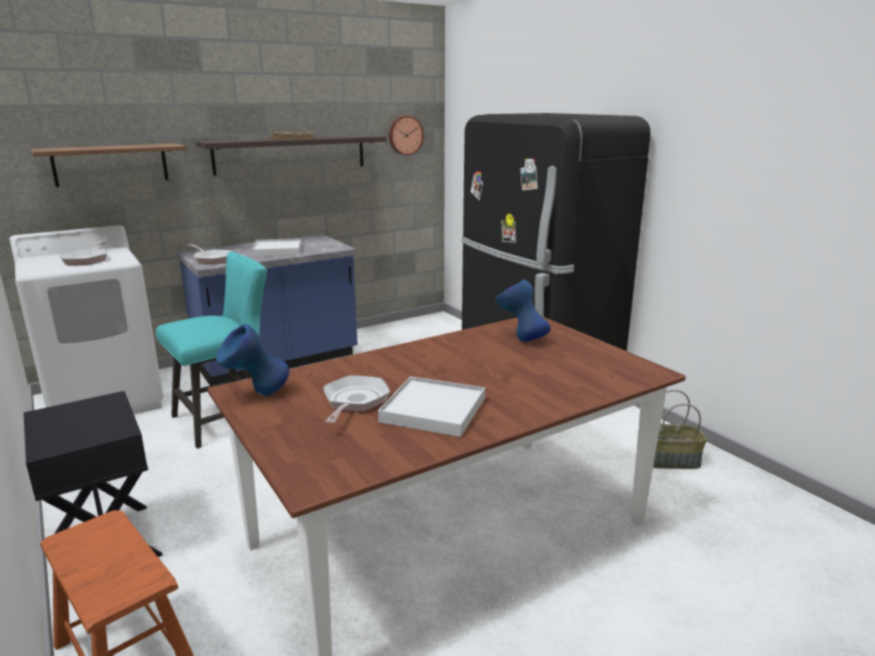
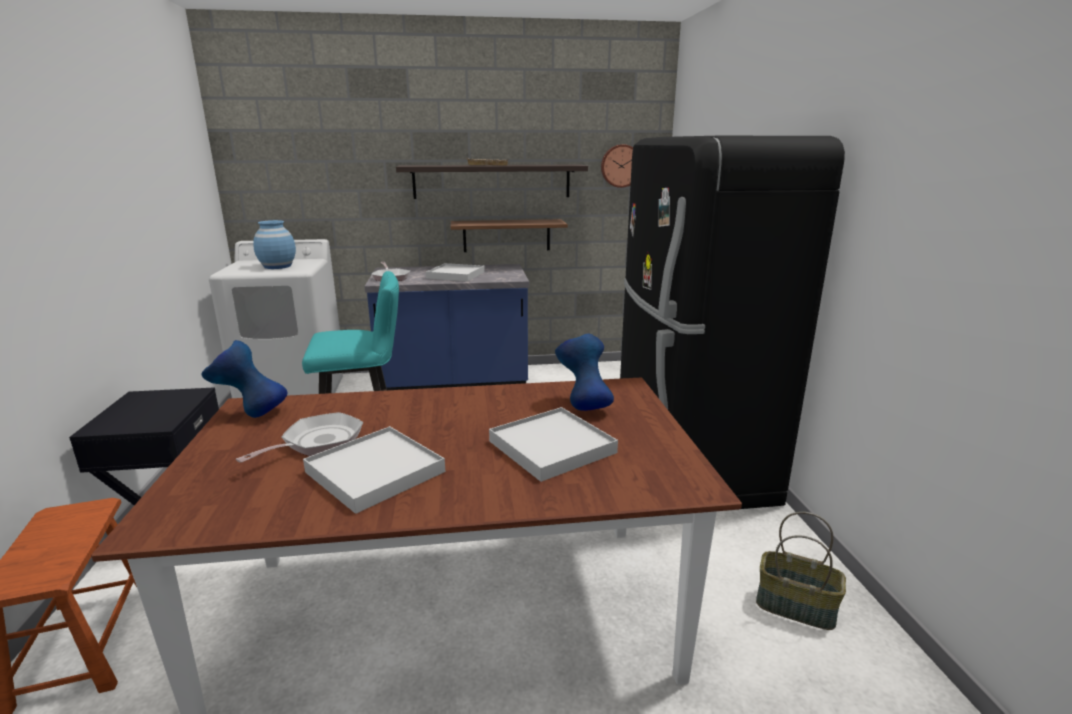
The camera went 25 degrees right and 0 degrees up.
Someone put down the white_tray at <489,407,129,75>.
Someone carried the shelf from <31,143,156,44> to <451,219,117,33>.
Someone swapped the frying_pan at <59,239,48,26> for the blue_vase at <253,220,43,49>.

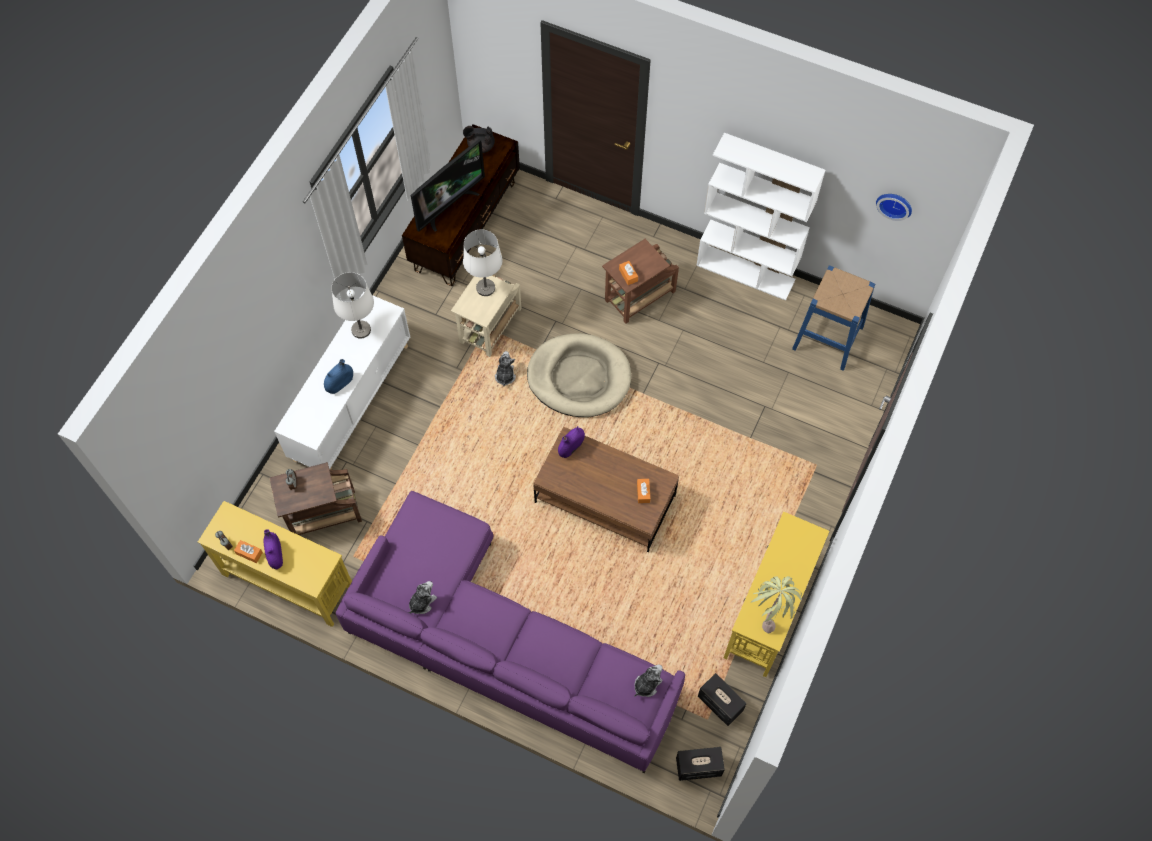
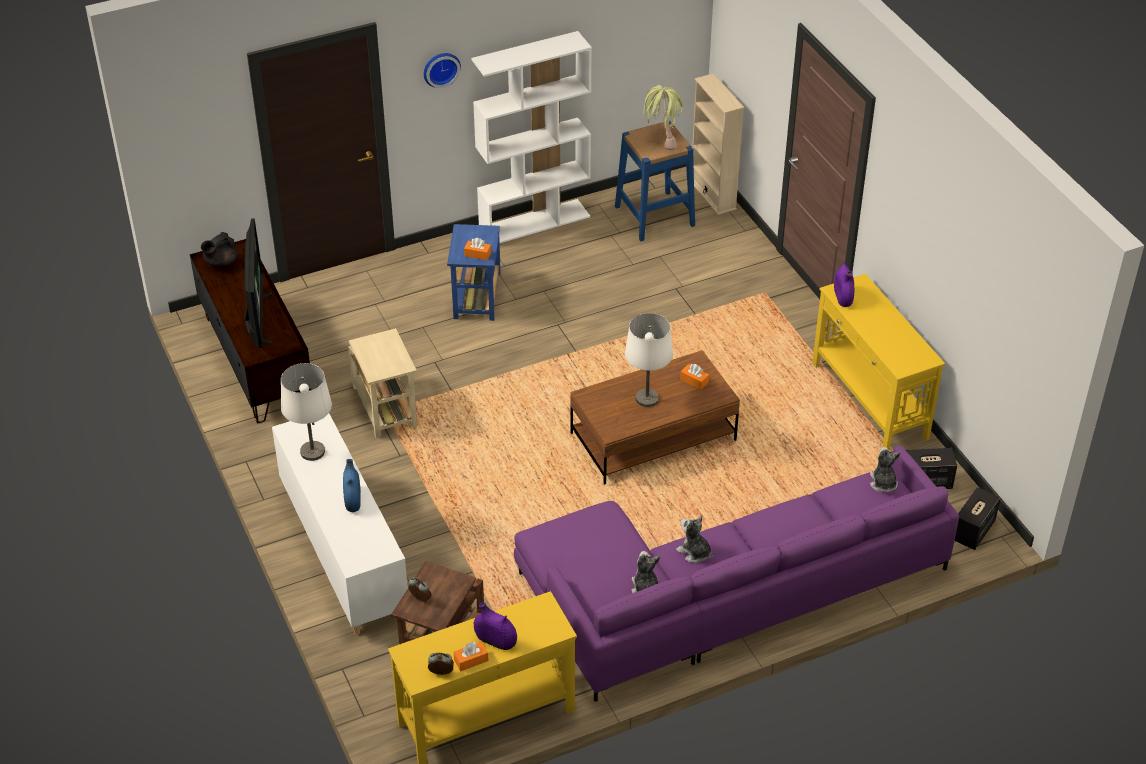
The camera went 50 degrees left and 20 degrees down.
Someone took away the beige_dog_bed at <527,333,104,84>.
Someone put down the beige_bookcase at <692,73,52,142>.
Someone carried the white_table_lamp from <463,230,40,66> to <625,313,48,94>.
Someone carried the plush_toy from <495,351,21,36> to <676,516,39,47>.
Someone carried the purple_vase from <558,426,27,32> to <834,261,21,46>.
Someone carried the potted_plant from <751,576,51,57> to <643,85,42,65>.
Someone carried the wall_clock from <876,194,36,27> to <424,53,37,35>.
Someone repainted the brown_side_table at <602,239,77,85>, which became the blue_side_table at <447,224,54,97>.

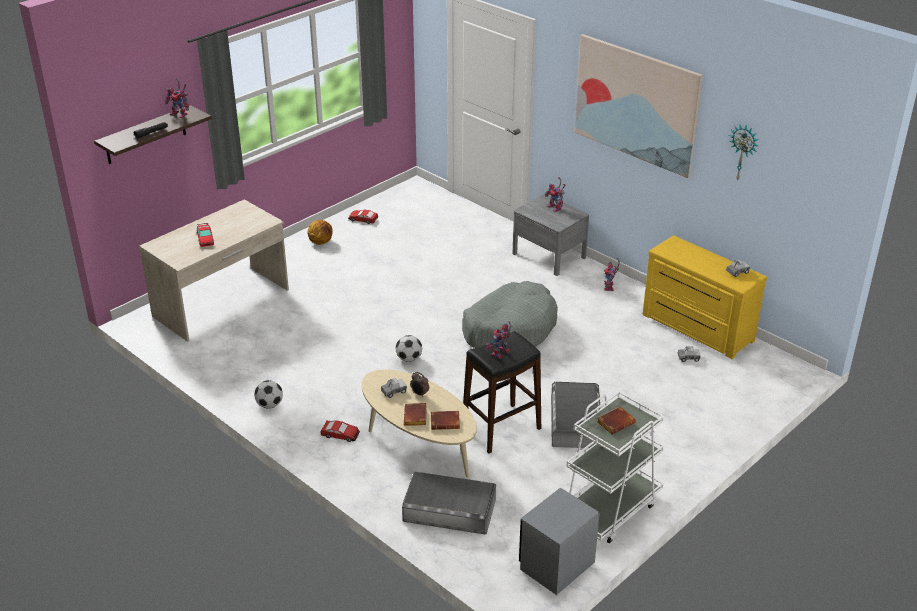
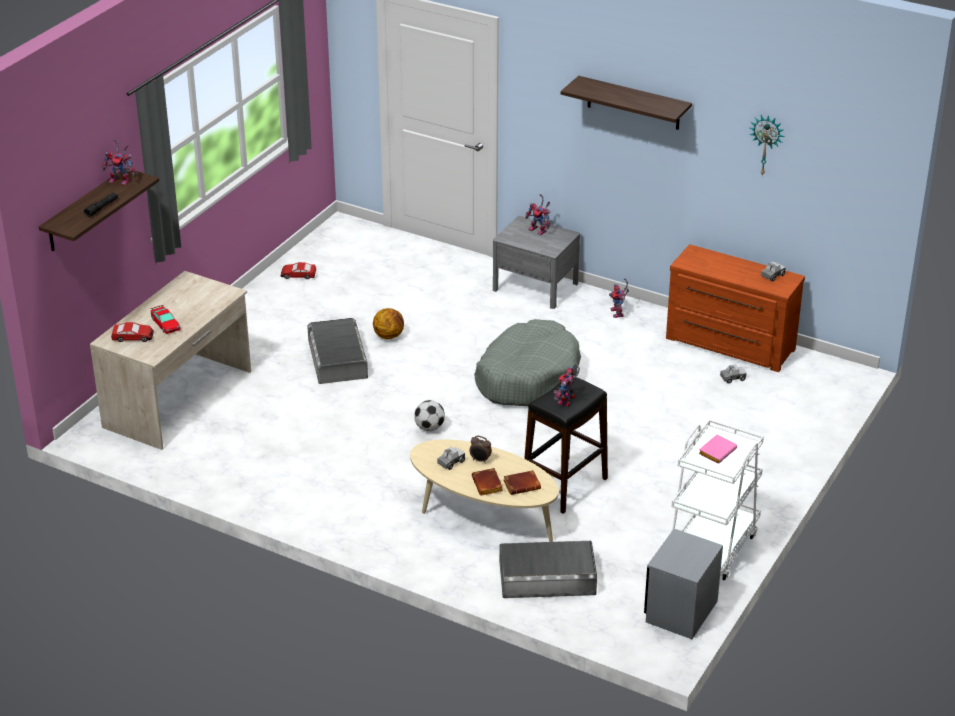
The camera went 15 degrees left and 0 degrees up.
Someone took away the football at <254,380,29,29>.
Someone carried the basketball from <308,220,25,25> to <373,308,31,32>.
Someone carried the toy_car from <320,420,40,22> to <111,322,43,20>.
Someone carried the grey_storage_box from <551,382,50,66> to <307,318,61,66>.
Someone swapped the picture at <574,34,129,144> for the shelf at <561,76,131,54>.
Someone repainted the brown_book at <597,407,39,28>, which became the pink_book at <698,434,39,30>.
Someone repainted the yellow_dresser at <643,235,124,124>, which became the brown_dresser at <666,244,139,128>.

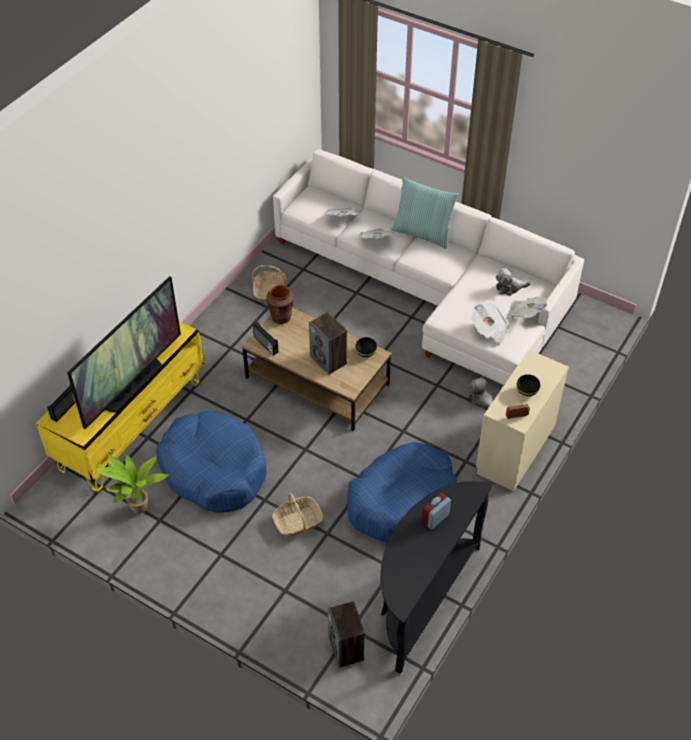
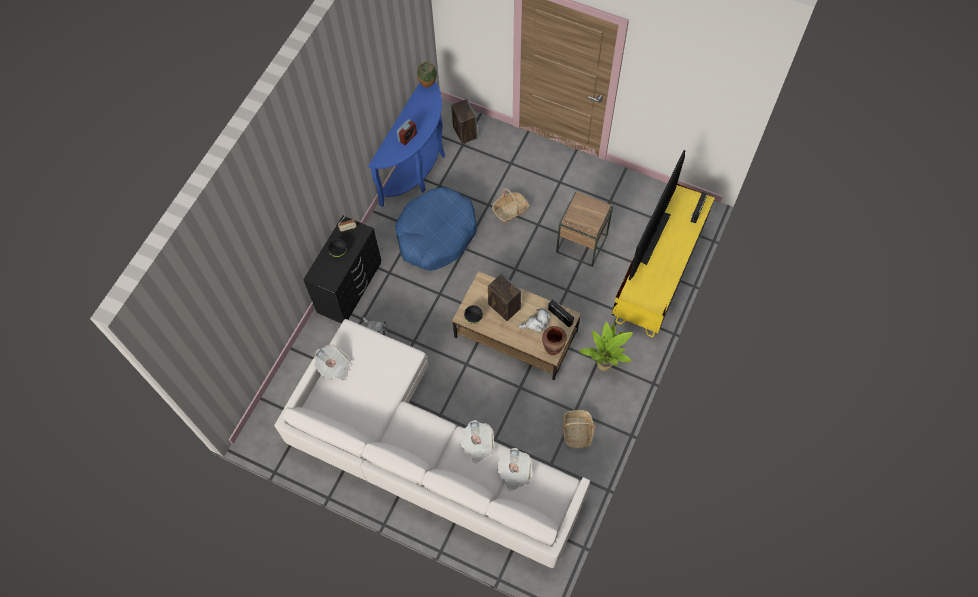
The camera went 175 degrees right and 15 degrees up.
Someone took away the pillow at <392,177,67,72>.
Someone took away the newspaper at <472,303,37,40>.
Someone put down the vase at <417,61,20,27>.
Someone carried the potted_plant from <97,454,72,60> to <579,322,54,49>.
Someone carried the plush_toy from <496,268,35,28> to <518,308,33,24>.
Someone swapped the blue_dog_bed at <156,411,110,102> for the brown_side_table at <556,192,57,75>.
Someone repainted the black_console_table at <380,481,113,193>, which became the blue_console_table at <368,82,77,125>.
Someone repainted the beige_dresser at <476,350,93,142>, which became the black_dresser at <303,216,78,108>.

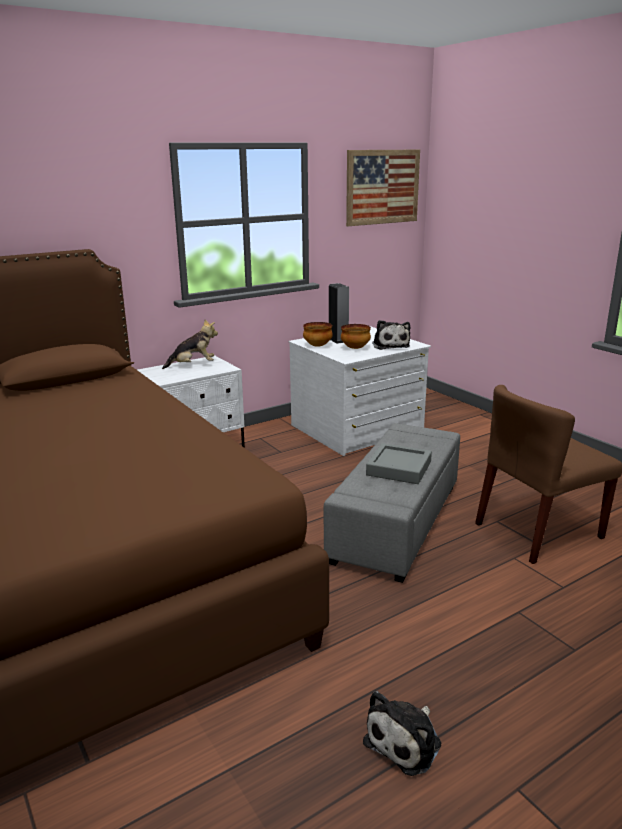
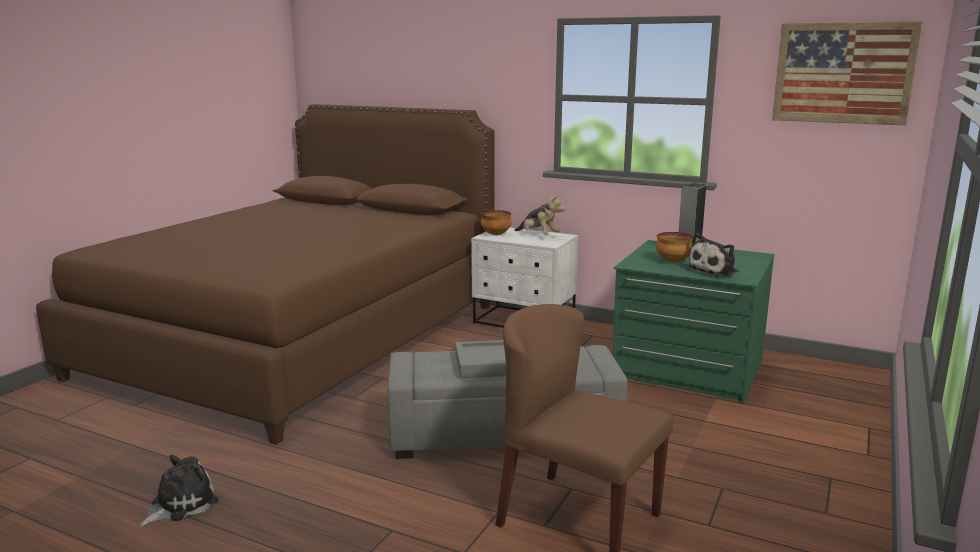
The camera went 60 degrees right and 5 degrees down.
Someone carried the bowl from <303,322,30,25> to <481,210,31,25>.
Someone repainted the white_dresser at <288,326,143,130>, which became the green_dresser at <612,240,162,163>.
Someone rotated the plush_toy at <363,691,78,85> by 120 degrees clockwise.

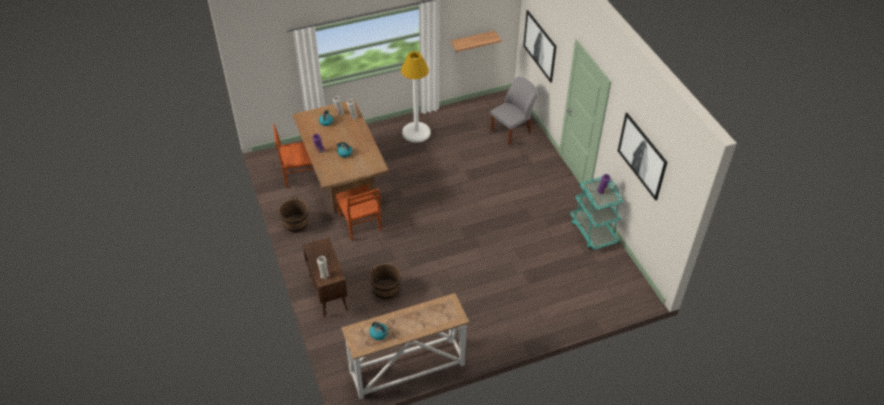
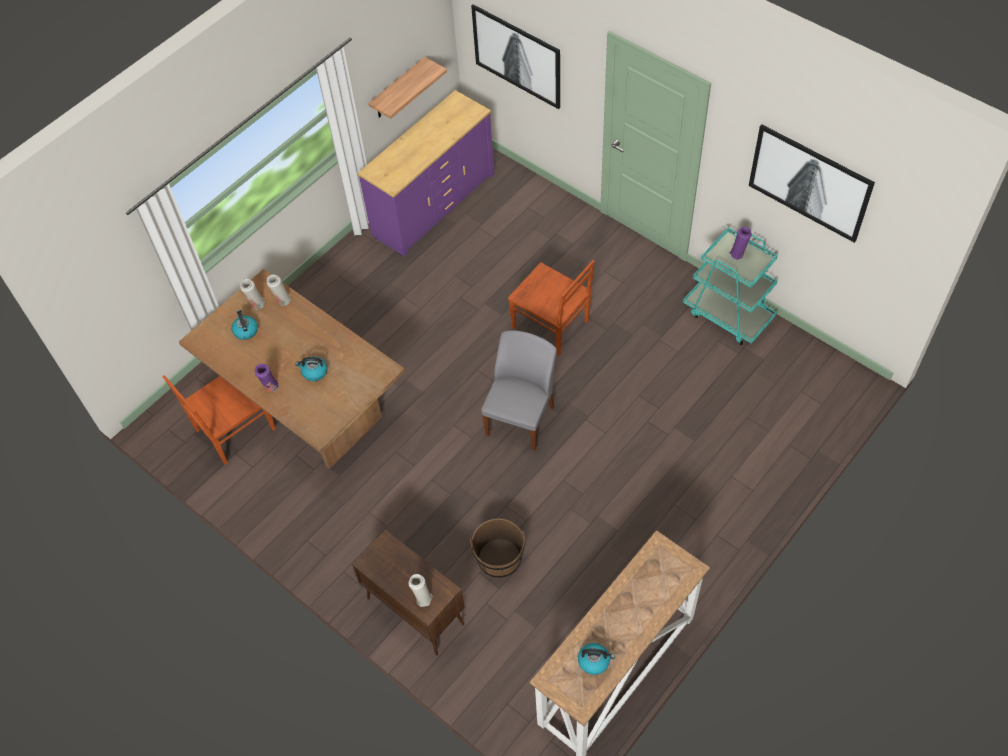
The camera went 25 degrees left and 10 degrees up.
Someone took away the brown_bucket at <279,196,29,37>.
Someone took away the white_floor_lamp at <401,51,30,92>.
Someone put down the purple_dresser at <357,90,137,167>.
Someone carried the brown_chair from <335,185,46,56> to <508,260,87,95>.
Someone carried the grey_chair from <491,77,47,68> to <481,330,76,121>.

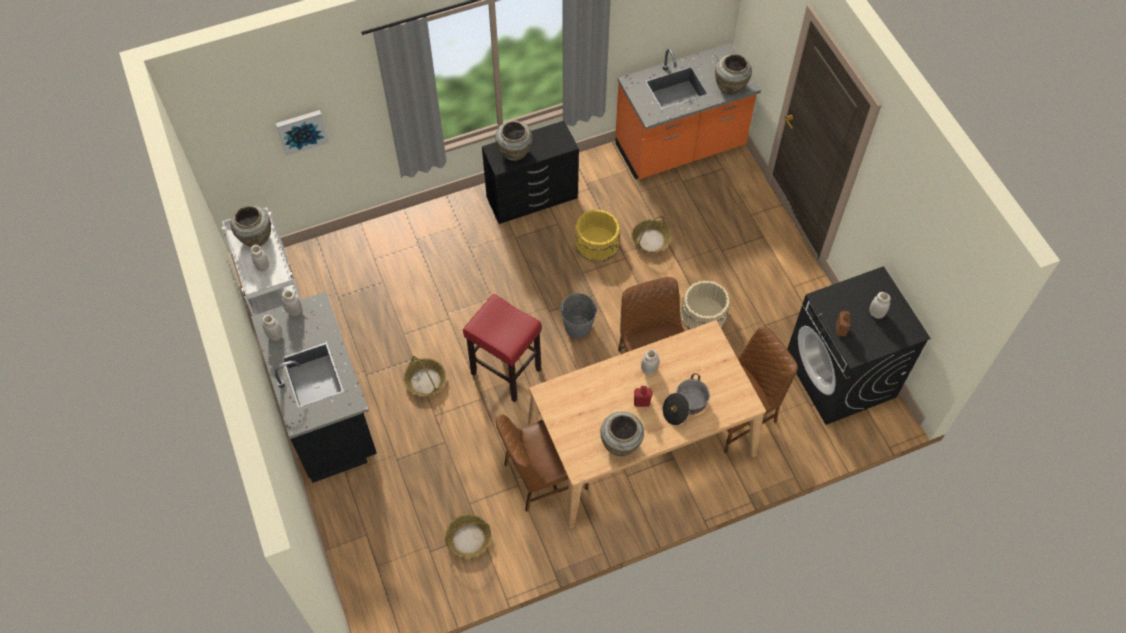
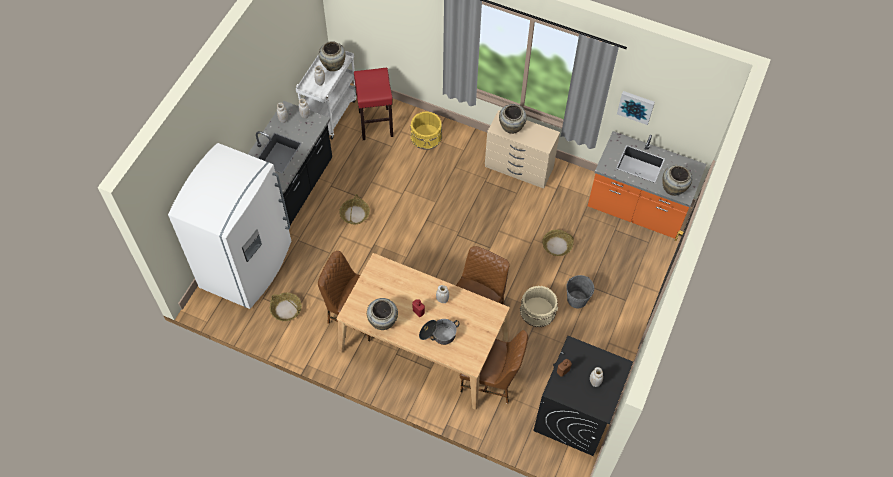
The camera went 45 degrees right and 0 degrees up.
Someone put down the white_fridge at <168,143,123,166>.
Someone carried the picture from <276,110,53,46> to <617,91,38,34>.
Someone carried the red_stool from <463,294,78,108> to <354,68,39,72>.
Someone carried the grey_bucket from <560,293,37,45> to <566,275,28,33>.
Someone carried the yellow_bucket from <574,209,47,53> to <410,111,32,39>.
Someone repainted the black_dresser at <482,121,97,103>, which became the beige_dresser at <485,110,75,79>.

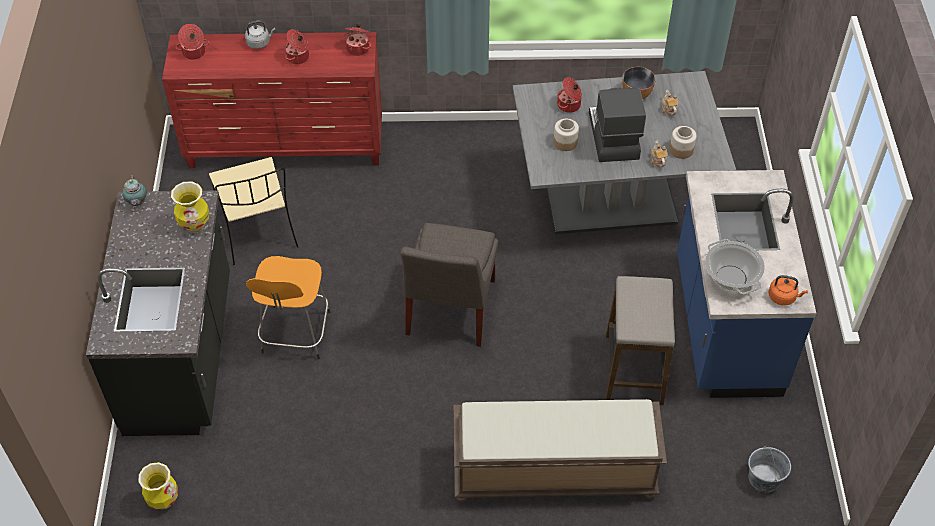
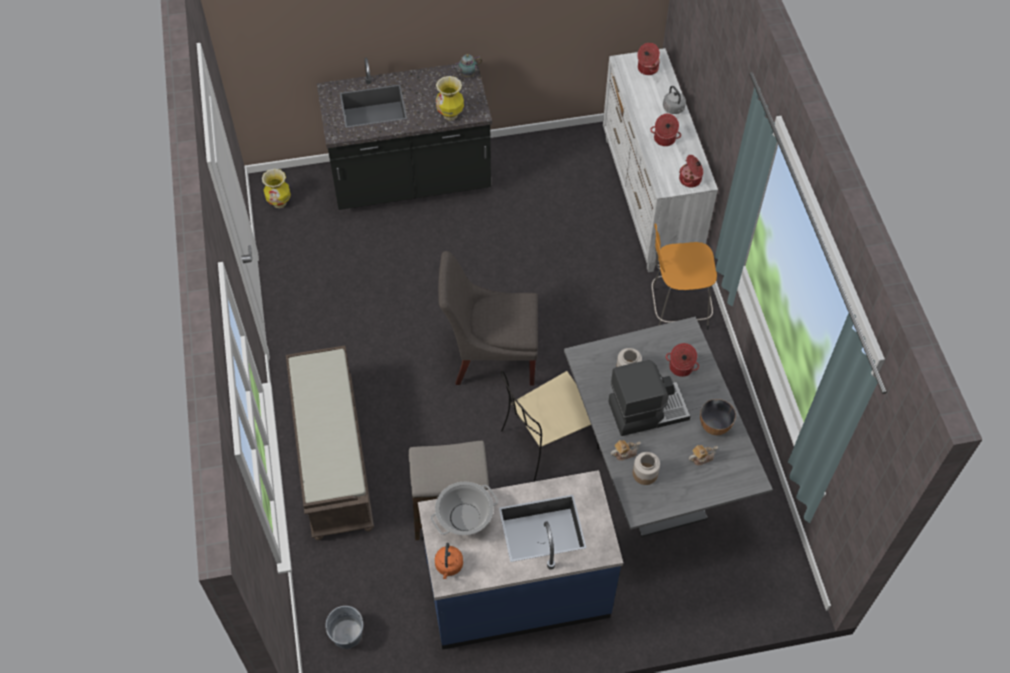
The camera went 80 degrees right and 5 degrees up.
Someone carried the beige_chair from <209,157,89,108> to <501,371,98,110>.
Someone carried the orange_stool from <246,256,85,103> to <651,223,66,107>.
Someone repainted the red_dresser at <162,32,220,136>, which became the white_dresser at <603,48,115,224>.

